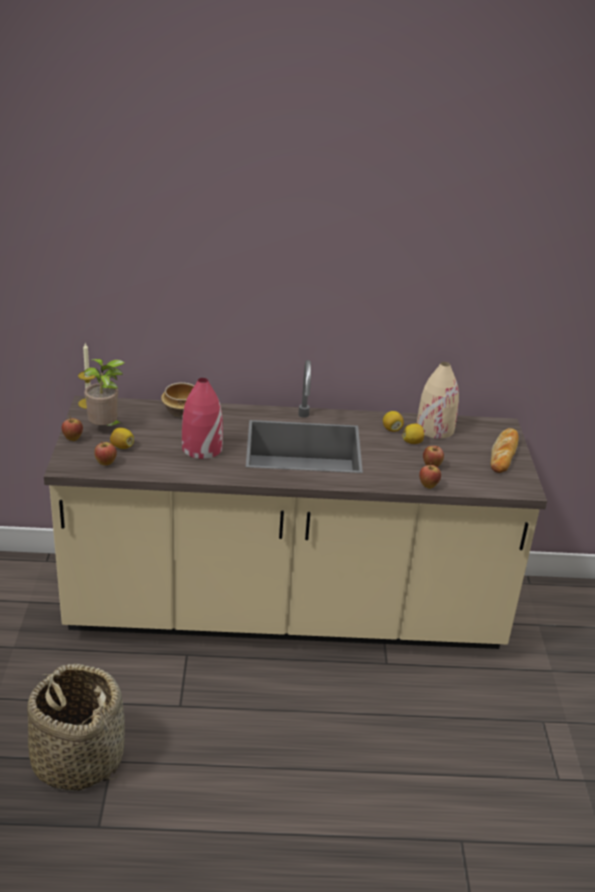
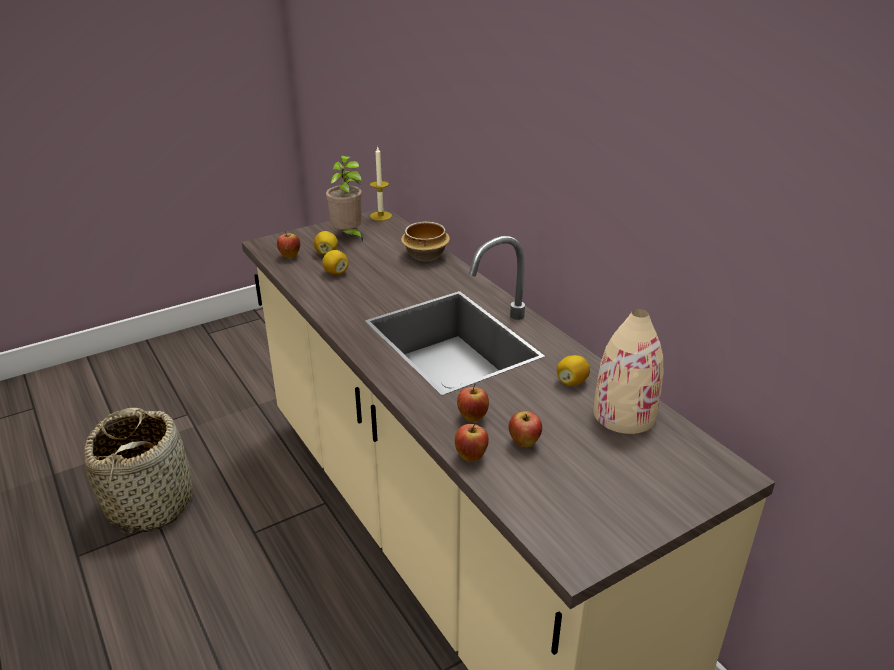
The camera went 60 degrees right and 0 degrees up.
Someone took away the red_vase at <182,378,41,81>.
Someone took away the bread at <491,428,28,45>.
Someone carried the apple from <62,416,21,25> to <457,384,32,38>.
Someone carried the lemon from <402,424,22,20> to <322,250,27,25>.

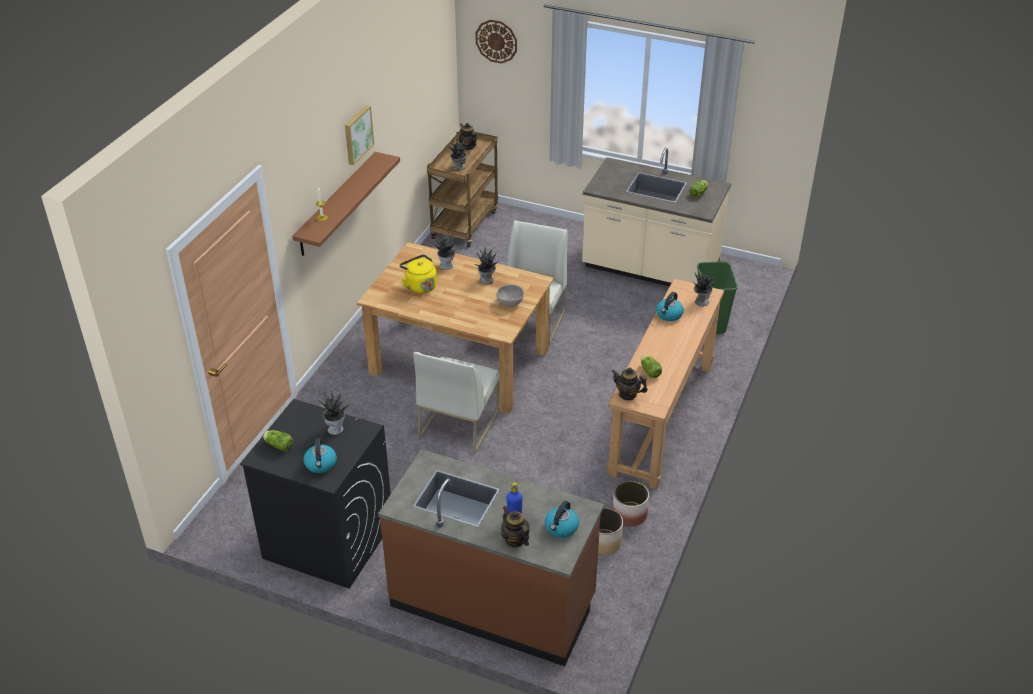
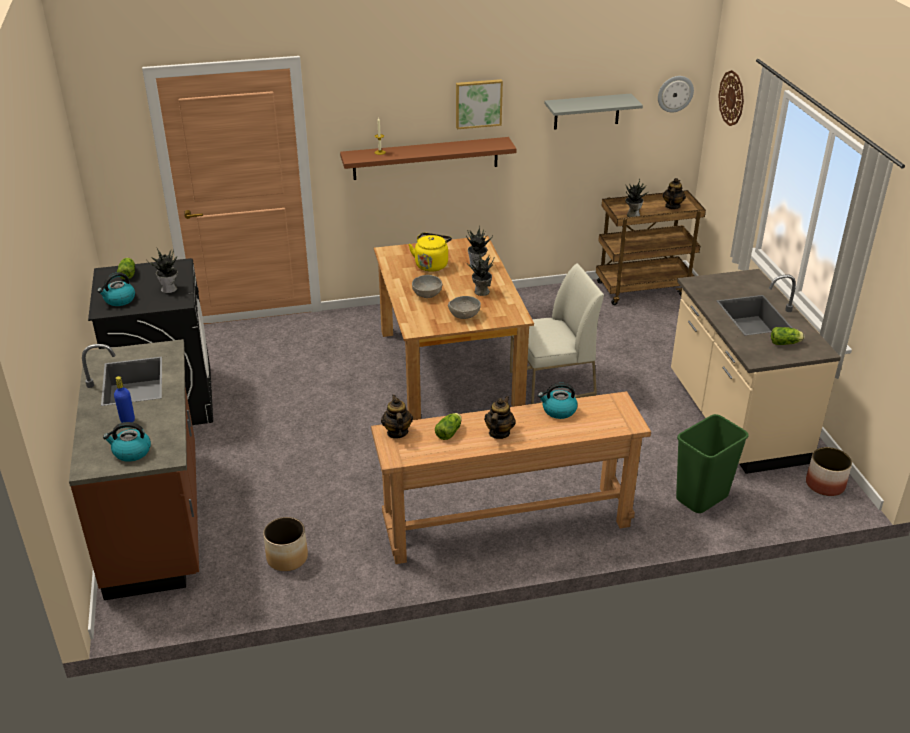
The camera went 55 degrees right and 5 degrees down.
Someone took away the white_chair at <413,352,87,103>.
Someone took away the potted_plant at <693,268,26,38>.
Someone put down the grey_bowl at <412,275,30,23>.
Someone put up the grey_shelf at <544,94,99,36>.
Someone put up the wall_clock at <658,76,36,37>.
Someone carried the teapot from <501,506,29,41> to <484,396,32,43>.
Someone carried the planter from <612,481,37,45> to <806,447,46,49>.

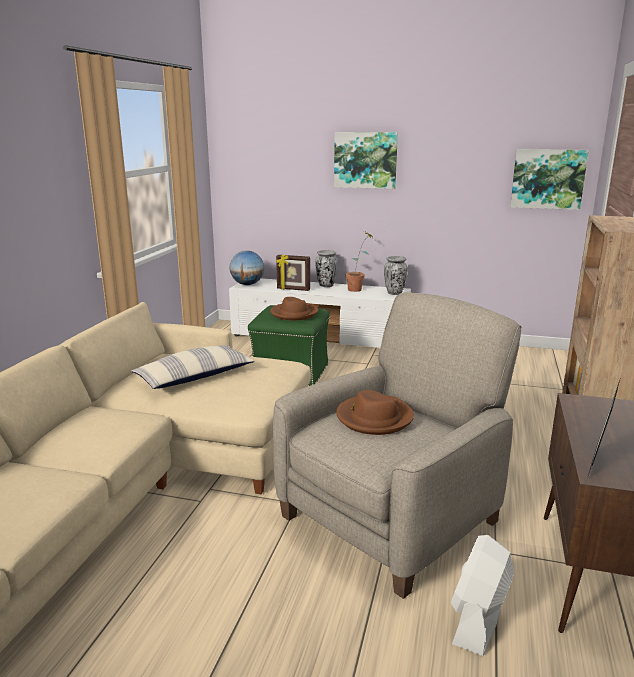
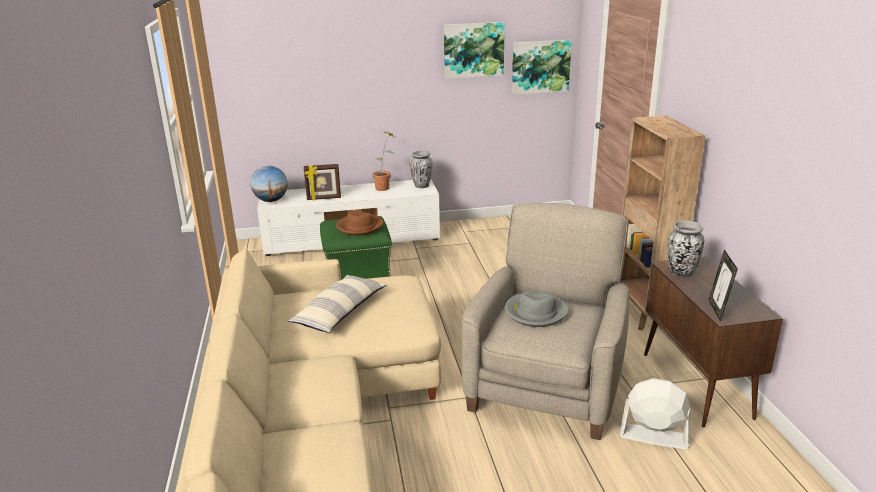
The camera went 25 degrees left and 5 degrees up.
Someone carried the vase from <315,250,23,37> to <668,220,36,57>.
Someone carried the picture from <334,132,64,57> to <444,22,61,57>.
Someone repainted the brown_hat at <336,390,78,45>, which became the grey_hat at <505,291,64,36>.
Someone rotated the white_fan at <451,535,63,121> by 105 degrees clockwise.

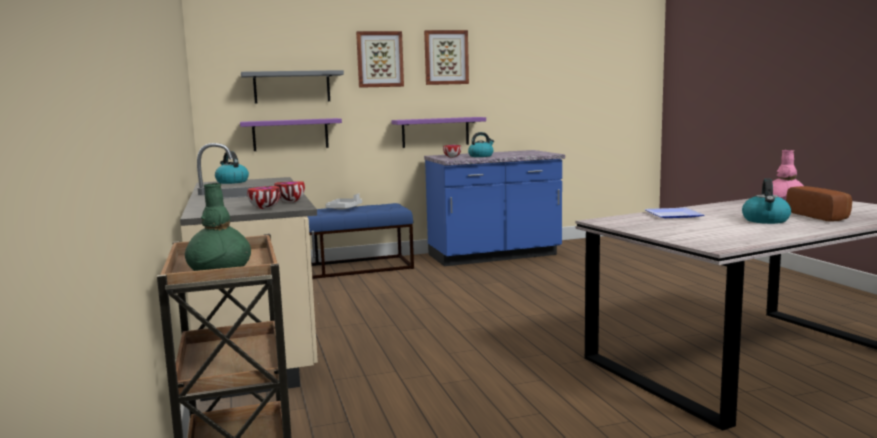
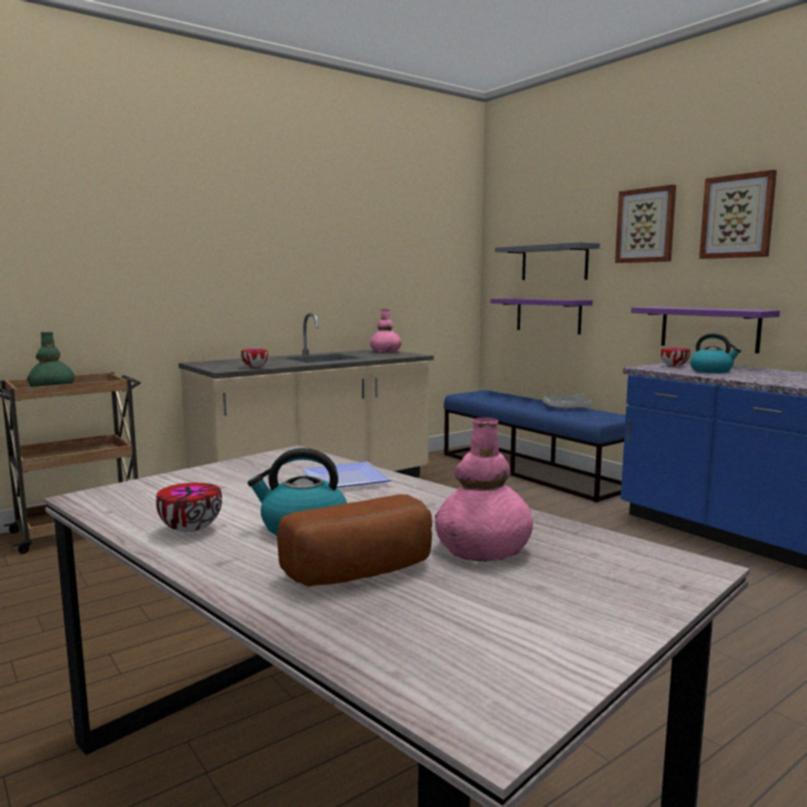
The camera went 70 degrees right and 0 degrees up.
Someone carried the bowl from <247,186,34,23> to <156,483,66,49>.
Someone swapped the kettle at <215,151,34,33> for the pink_vase at <370,309,32,43>.

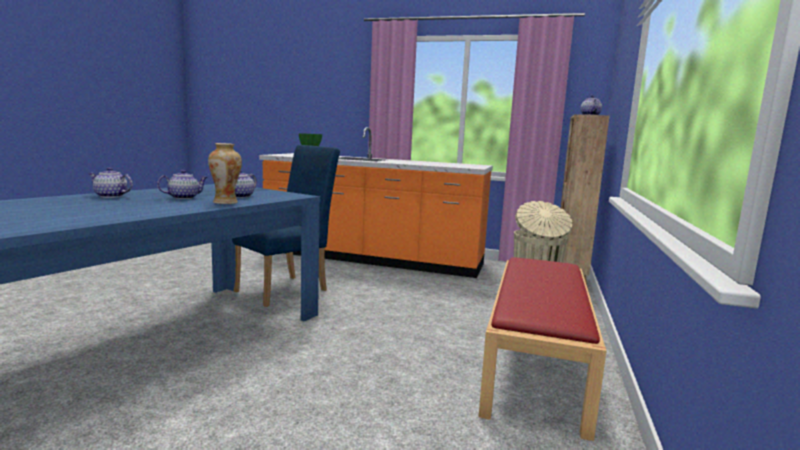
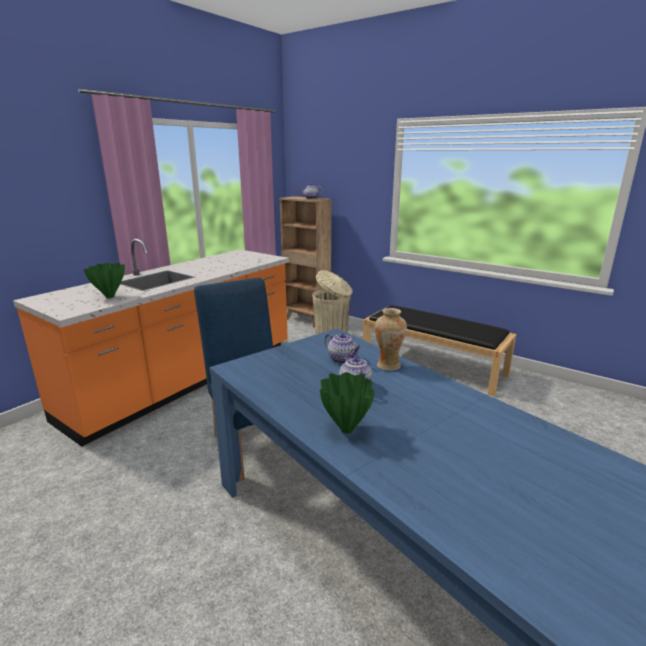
The camera went 70 degrees left and 10 degrees up.
Someone swapped the teapot at <88,167,45,31> for the green_vase at <320,372,55,62>.
Someone repainted the red_bench at <479,257,127,184>, which became the black_bench at <363,305,153,92>.

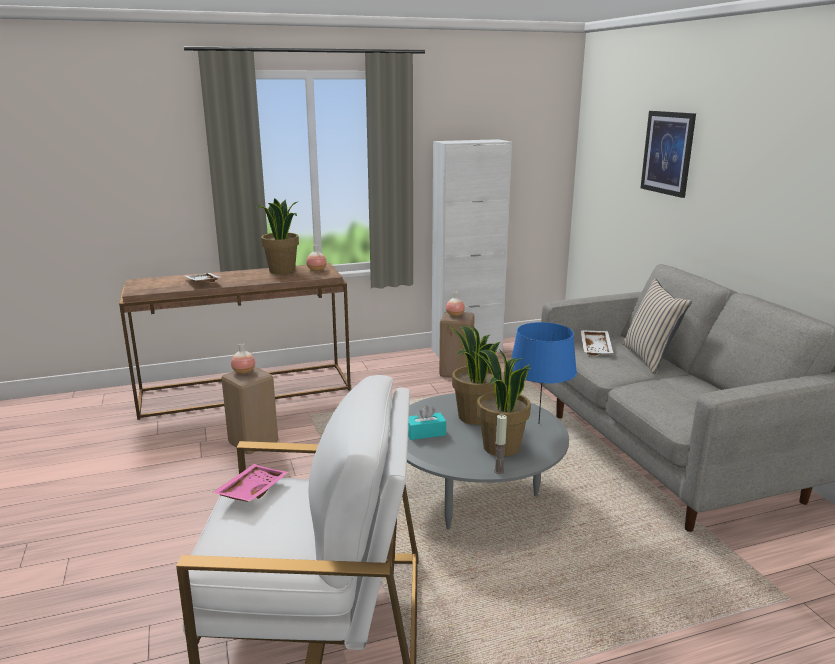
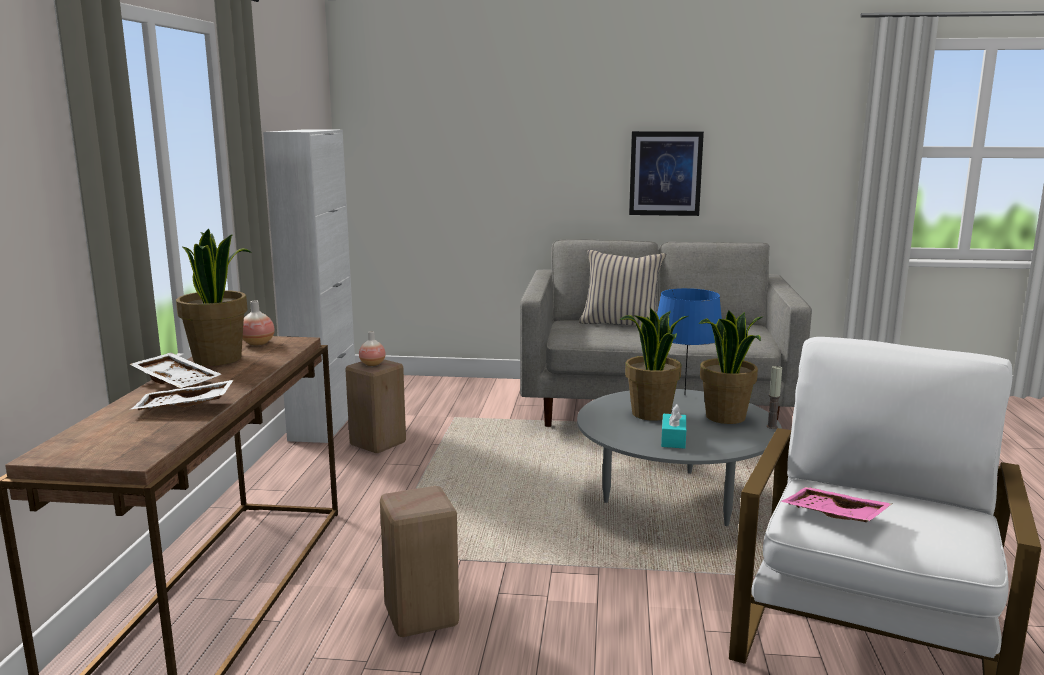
The camera went 65 degrees left and 5 degrees down.
Someone took away the vase at <231,343,24,31>.
Someone carried the white_tray from <581,330,32,25> to <129,352,92,36>.
Someone carried the picture from <641,111,55,87> to <629,131,75,85>.

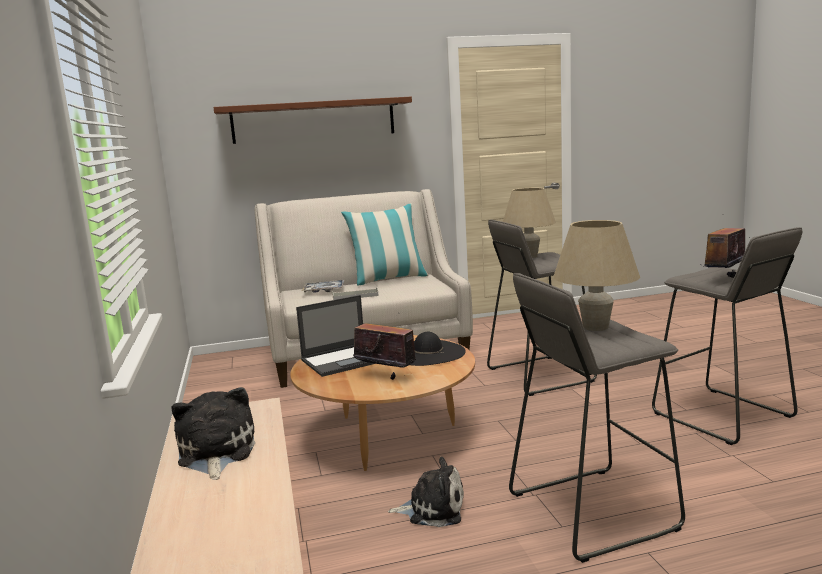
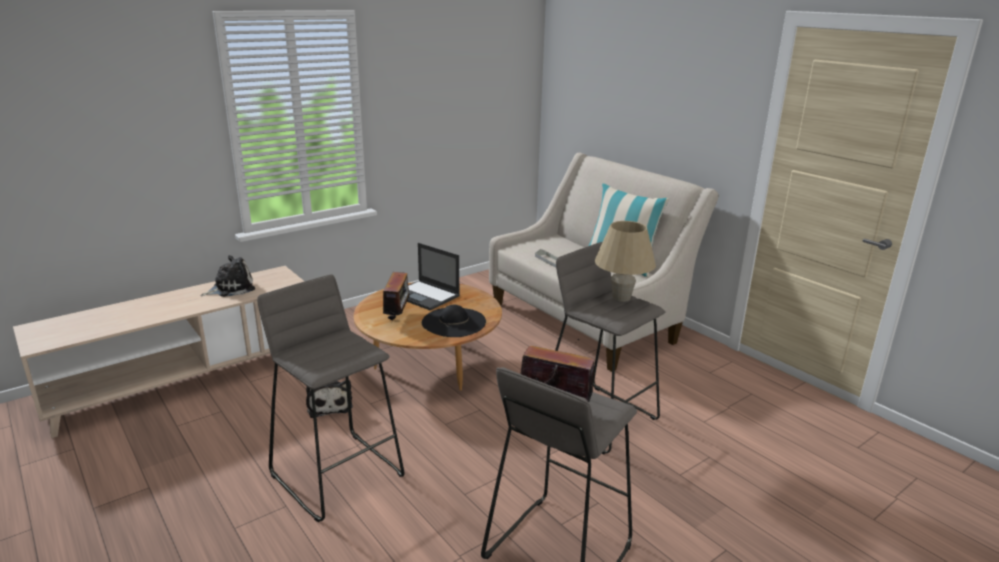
The camera went 65 degrees right and 10 degrees up.
Someone took away the brown_shelf at <213,97,199,47>.
Someone took away the tray at <302,280,42,13>.
Someone took away the beige_table_lamp at <553,220,87,111>.

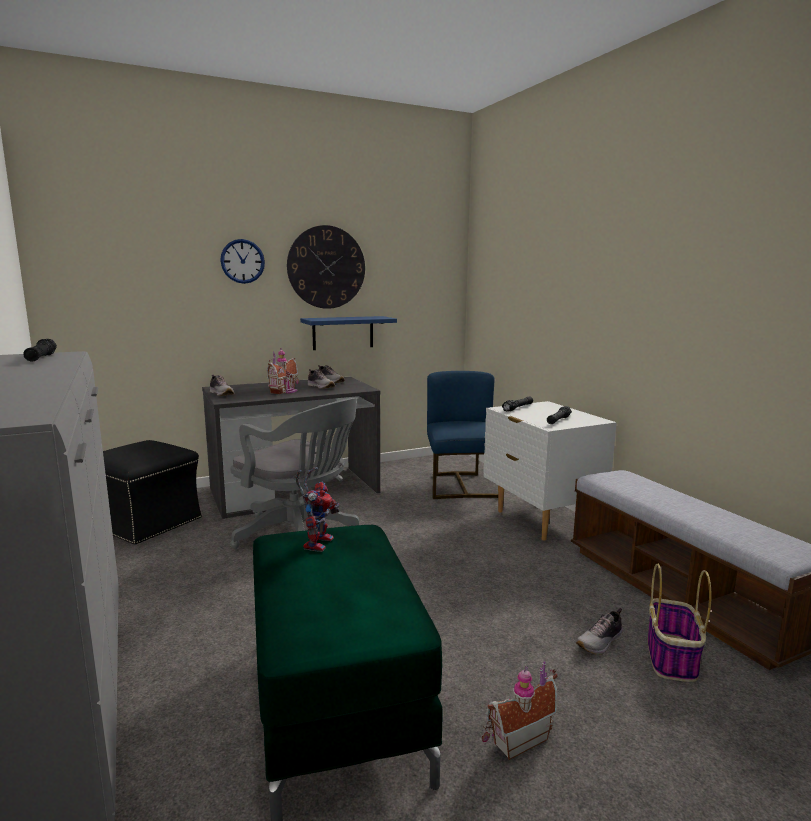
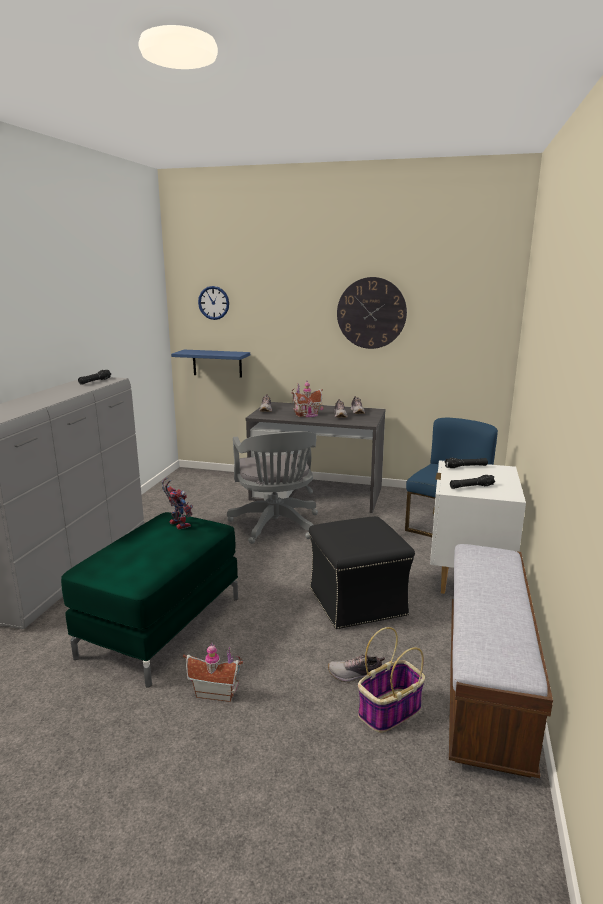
The camera went 40 degrees right and 5 degrees up.
Someone carried the black_ottoman from <103,440,99,105> to <309,516,106,113>.
Someone carried the wall_clock from <220,239,45,45> to <198,286,31,34>.
Someone carried the blue_shelf from <300,316,97,34> to <171,350,79,28>.
Someone rotated the toy_robot at <295,467,44,85> by 90 degrees counterclockwise.

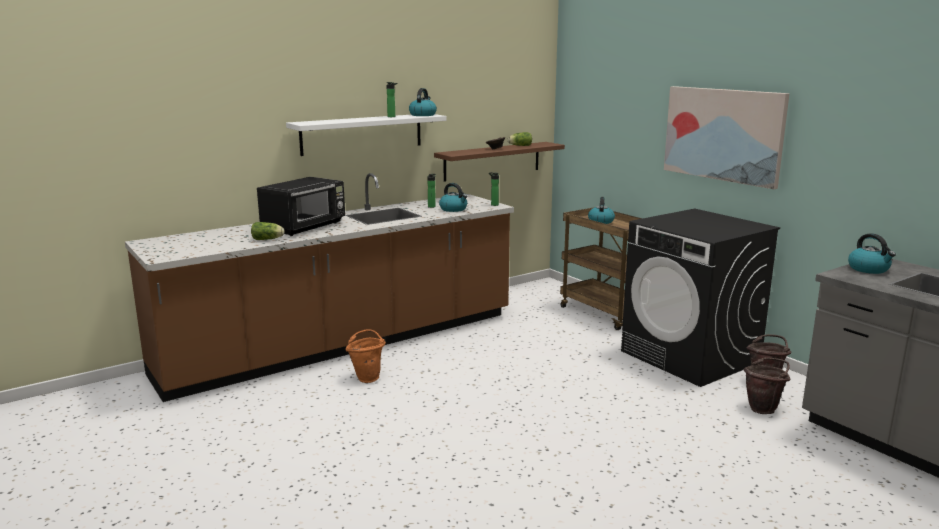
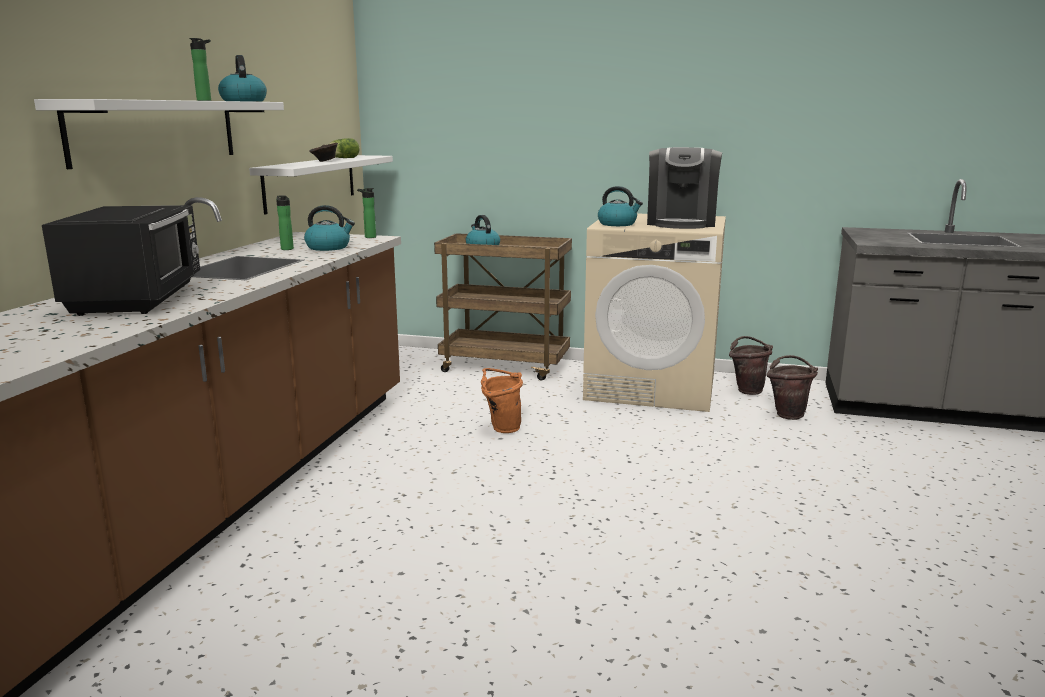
The camera went 40 degrees left and 0 degrees up.
Someone took away the lettuce at <251,222,34,18>.
Someone took away the picture at <664,86,125,103>.
Someone put down the coffee_machine at <647,147,75,82>.
Someone carried the orange_bucket from <345,329,41,54> to <481,368,42,65>.
Someone carried the kettle from <848,233,48,41> to <598,186,45,40>.
Someone repainted the brown_shelf at <434,142,131,40>, which became the white_shelf at <249,155,144,59>.
Someone repainted the black_washing_machine at <621,209,159,178>, which became the beige_washing_machine at <583,213,143,199>.

